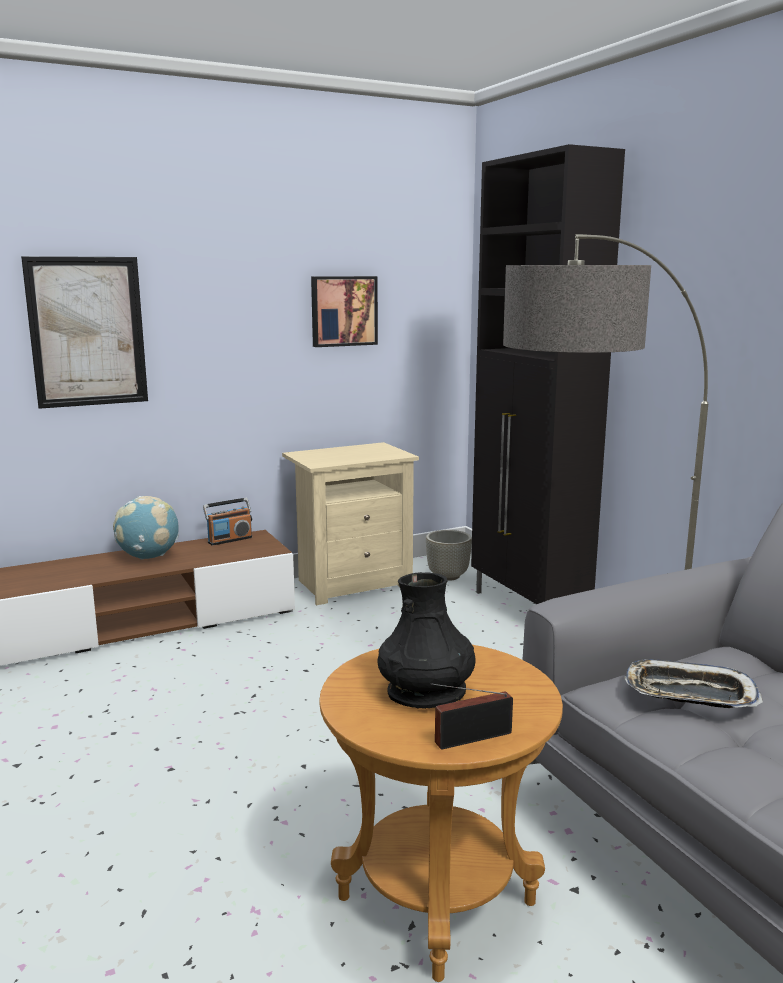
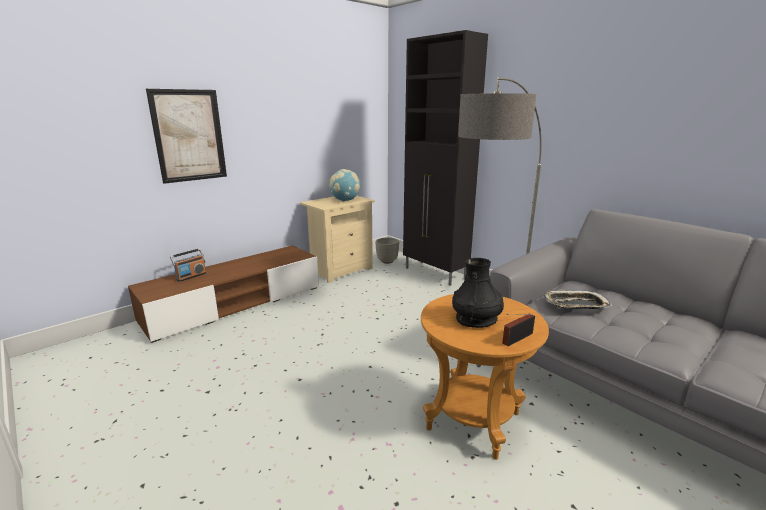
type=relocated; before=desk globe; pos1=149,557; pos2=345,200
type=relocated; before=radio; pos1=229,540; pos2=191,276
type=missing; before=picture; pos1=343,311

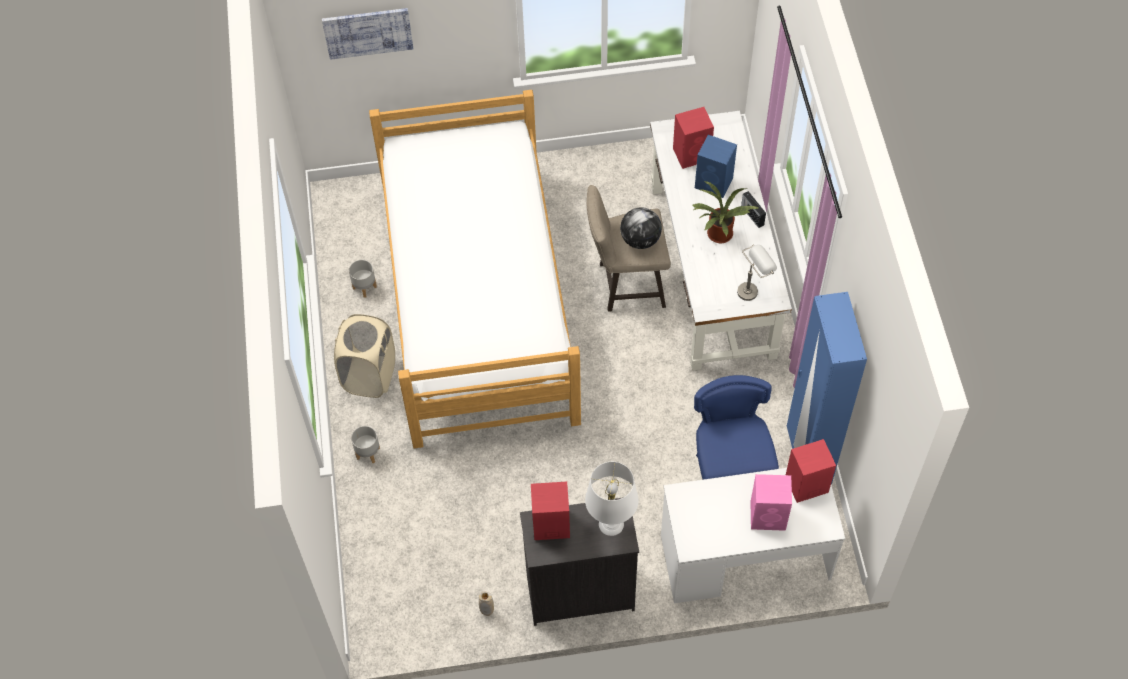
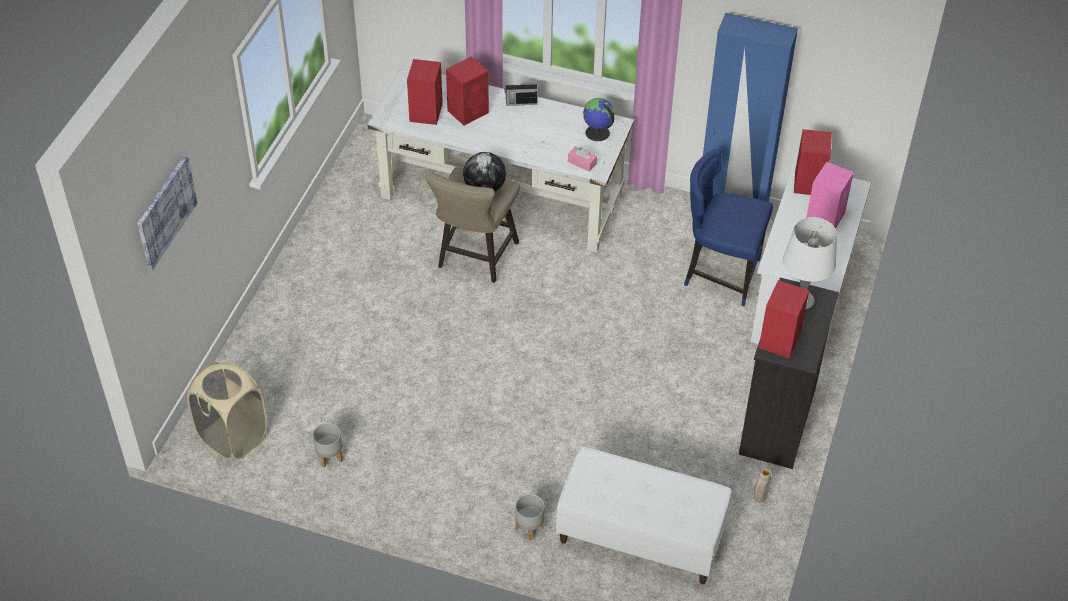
type=relocated; before=beige laundry basket; pos1=369,376; pos2=233,436
type=missing; before=bedroom bed; pos1=479,302
type=missing; before=plant in a pot; pos1=719,236
type=colour; before=bluish audio speaker; after=red-coloured audio speaker; pos1=714,183; pos2=469,111
type=exchanged; before=greyish lamp for a table; after=desk globe; pos1=753,288; pos2=597,133
type=appeared; after=white bench; pos2=639,537
type=appeared; after=pink box of tissues; pos2=582,163

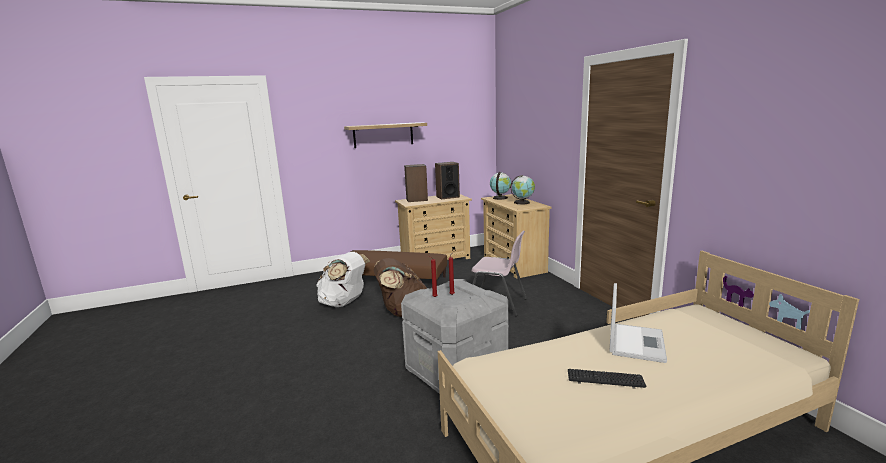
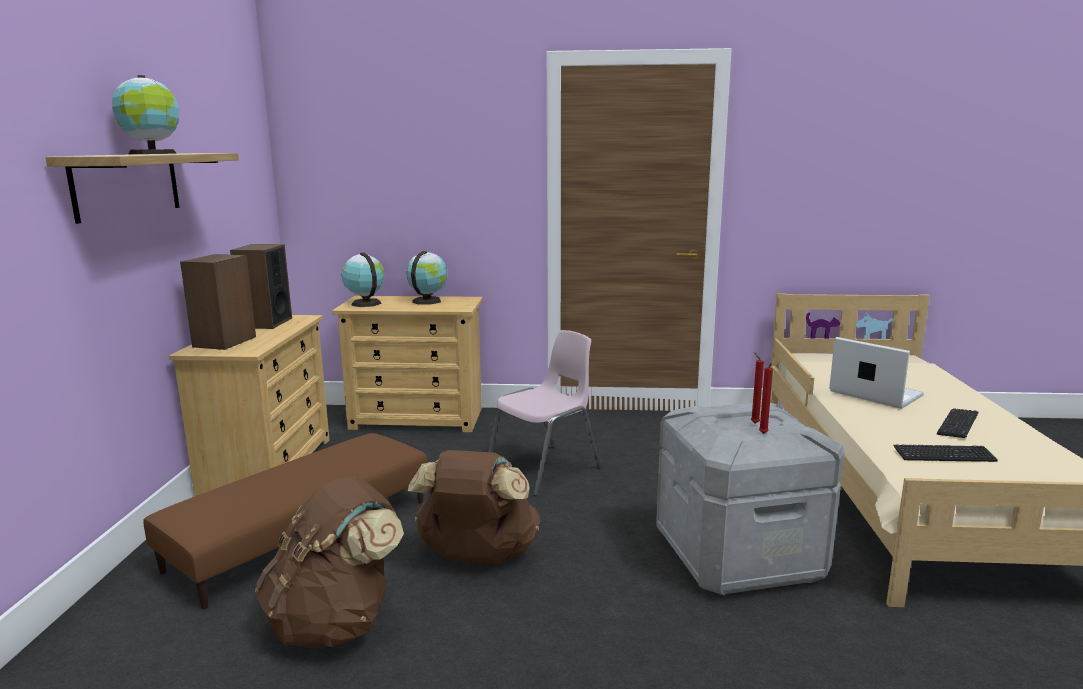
type=colour; before=white knapsack; after=brownish knapsack; pos1=344,303; pos2=336,623
type=appeared; after=desk globe; pos2=153,153
type=appeared; after=keyboard; pos2=944,455

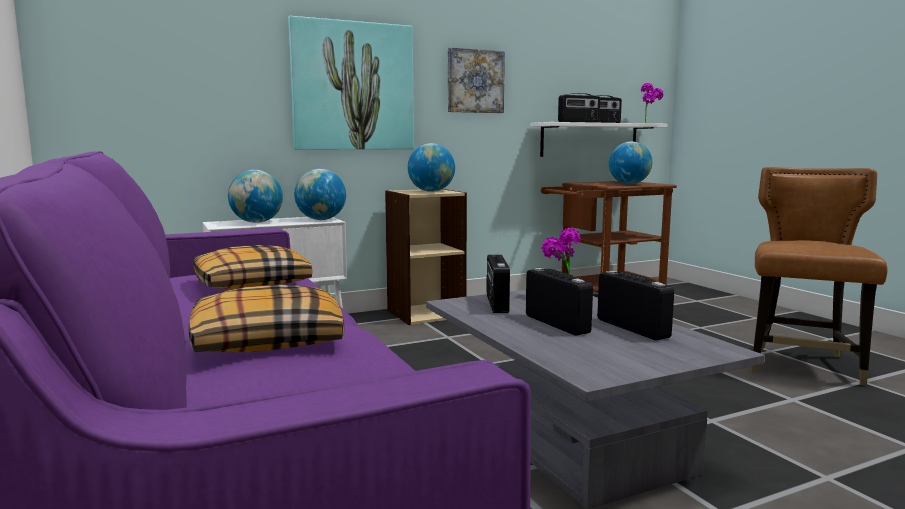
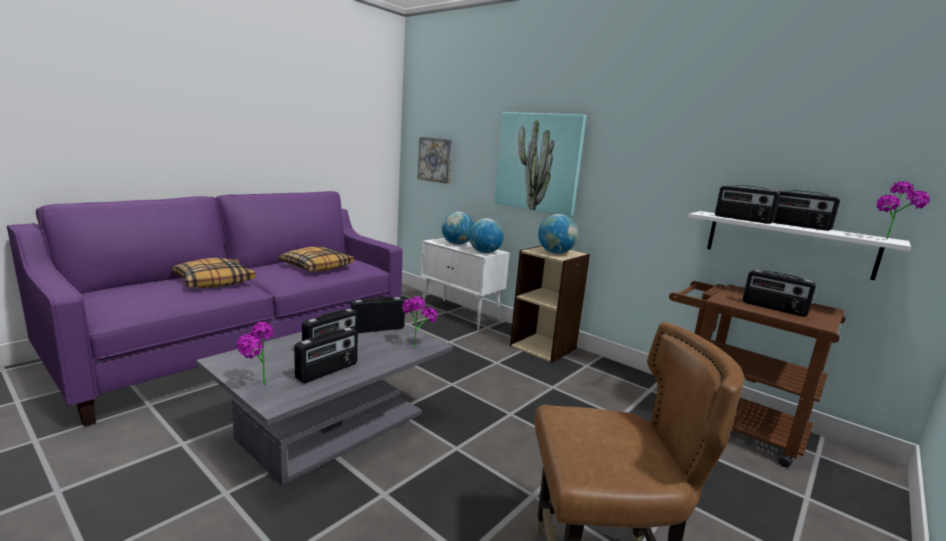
type=relocated; before=picture; pos1=475,81; pos2=435,160
type=exchanged; before=desk globe; after=radio; pos1=629,184; pos2=773,308
type=appeared; after=plant in a pot; pos2=255,387

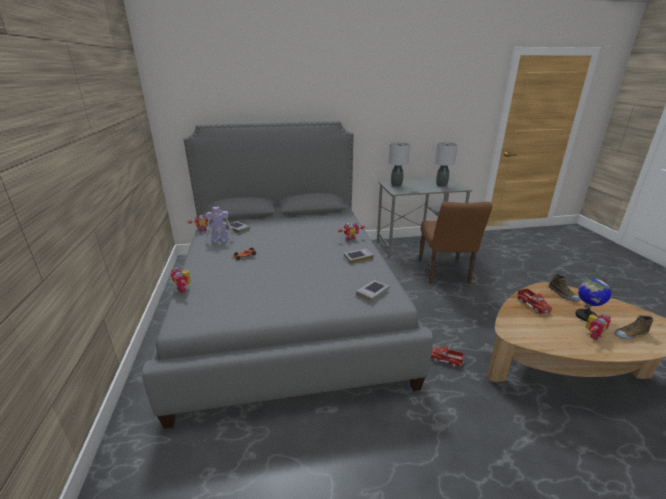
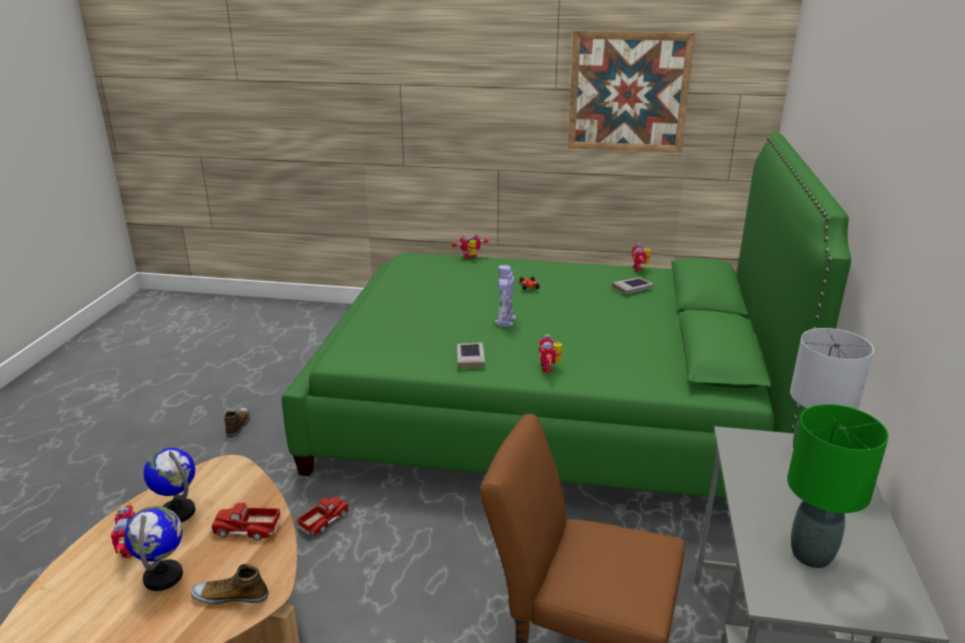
type=colour; before=greyish bedroom bed; after=green-coloured bedroom bed; pos1=286,305; pos2=547,407
type=relocated; before=model robot; pos1=220,240; pos2=505,321
type=missing; before=book; pos1=372,293
type=colour; before=greyish lamp for a table; after=green-coloured lamp for a table; pos1=441,185; pos2=812,555
type=relocated; before=item of footwear; pos1=630,334; pos2=239,425
type=appeared; after=desk globe; pos2=178,512
type=appeared; after=picture; pos2=628,92

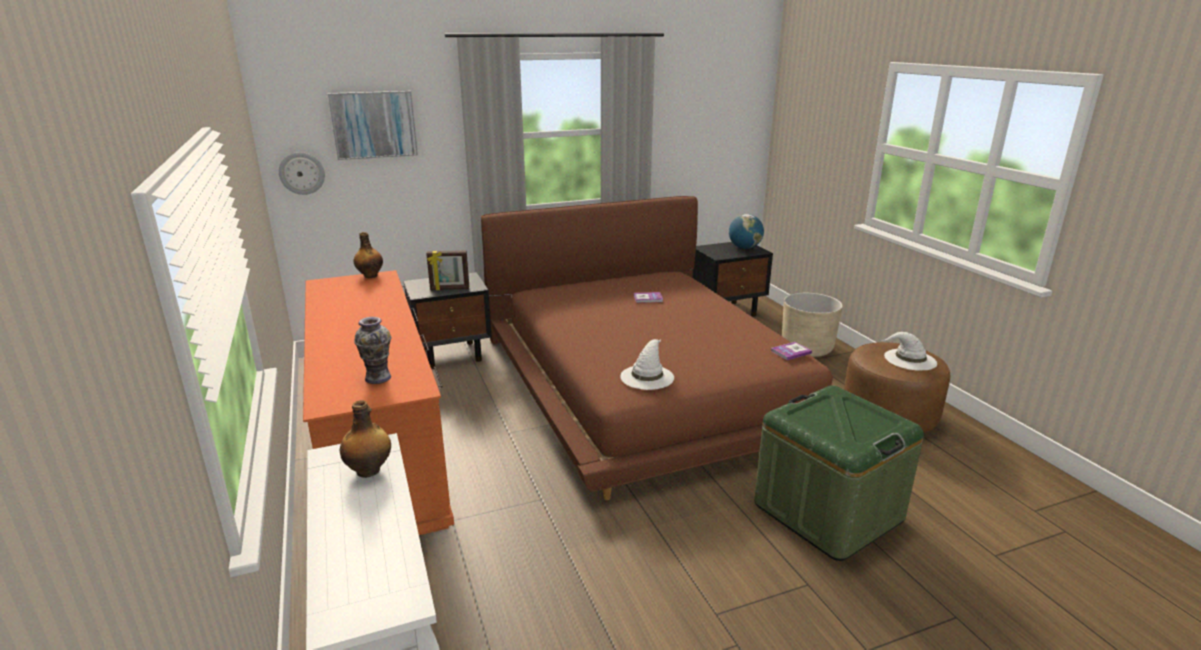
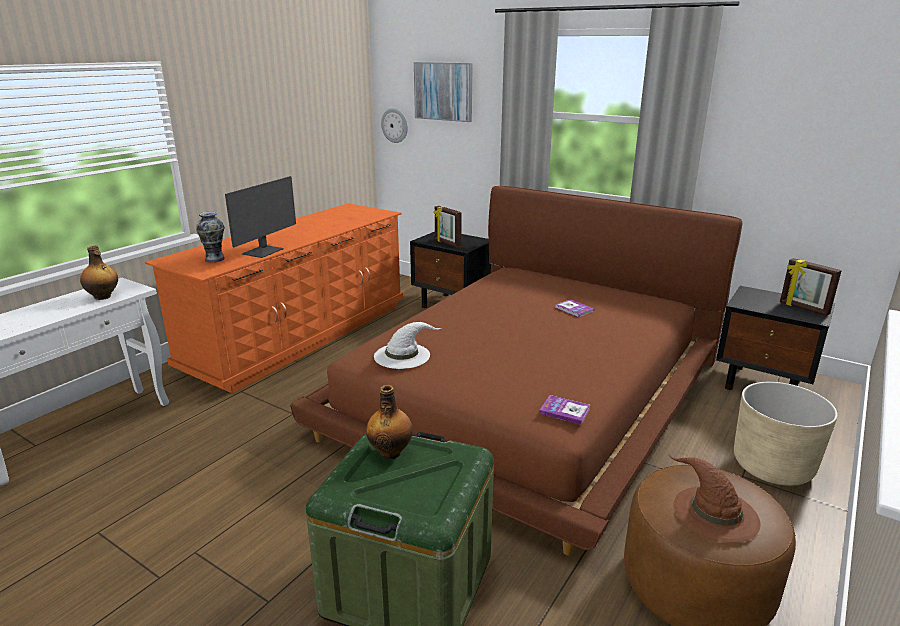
type=relocated; before=beverage bottle; pos1=370,276; pos2=391,452
type=exchanged; before=desk globe; after=standing frame; pos1=744,248; pos2=803,308
type=colour; before=white wearable hat; after=brownish wearable hat; pos1=909,359; pos2=714,513
type=appeared; after=computer screen; pos2=264,251

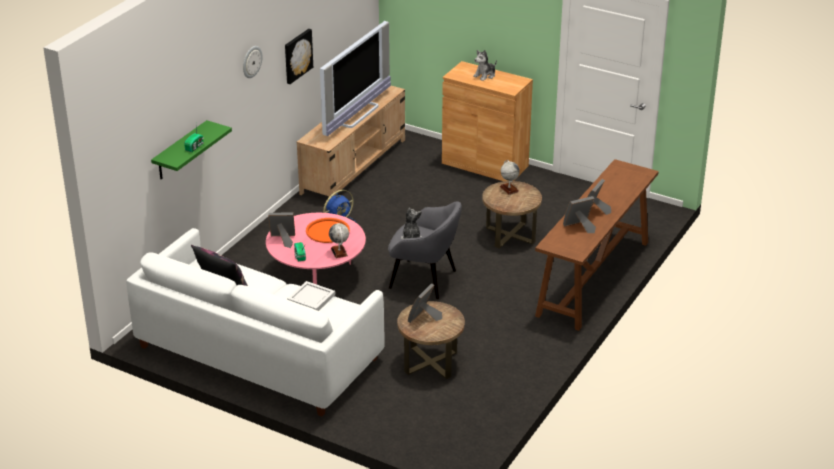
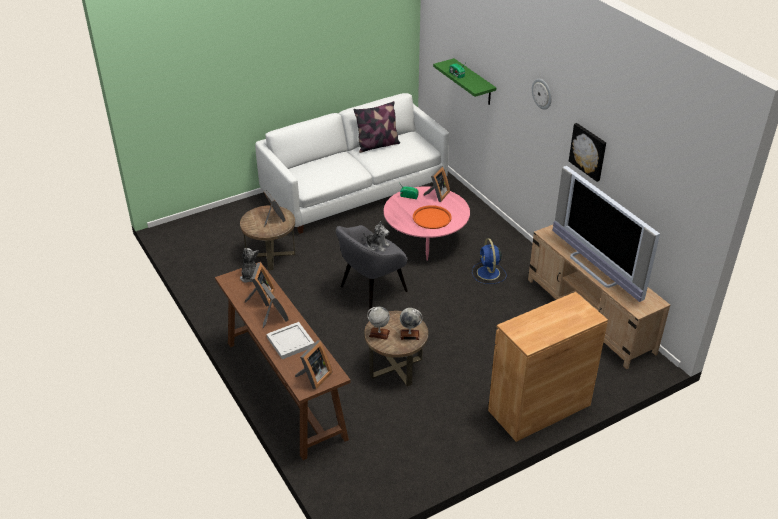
type=relocated; before=white carrying tray; pos1=311,298; pos2=291,342
type=relocated; before=desk globe; pos1=339,252; pos2=379,333
type=relocated; before=plush toy; pos1=485,75; pos2=250,276
type=appeared; after=standing frame; pos2=314,377

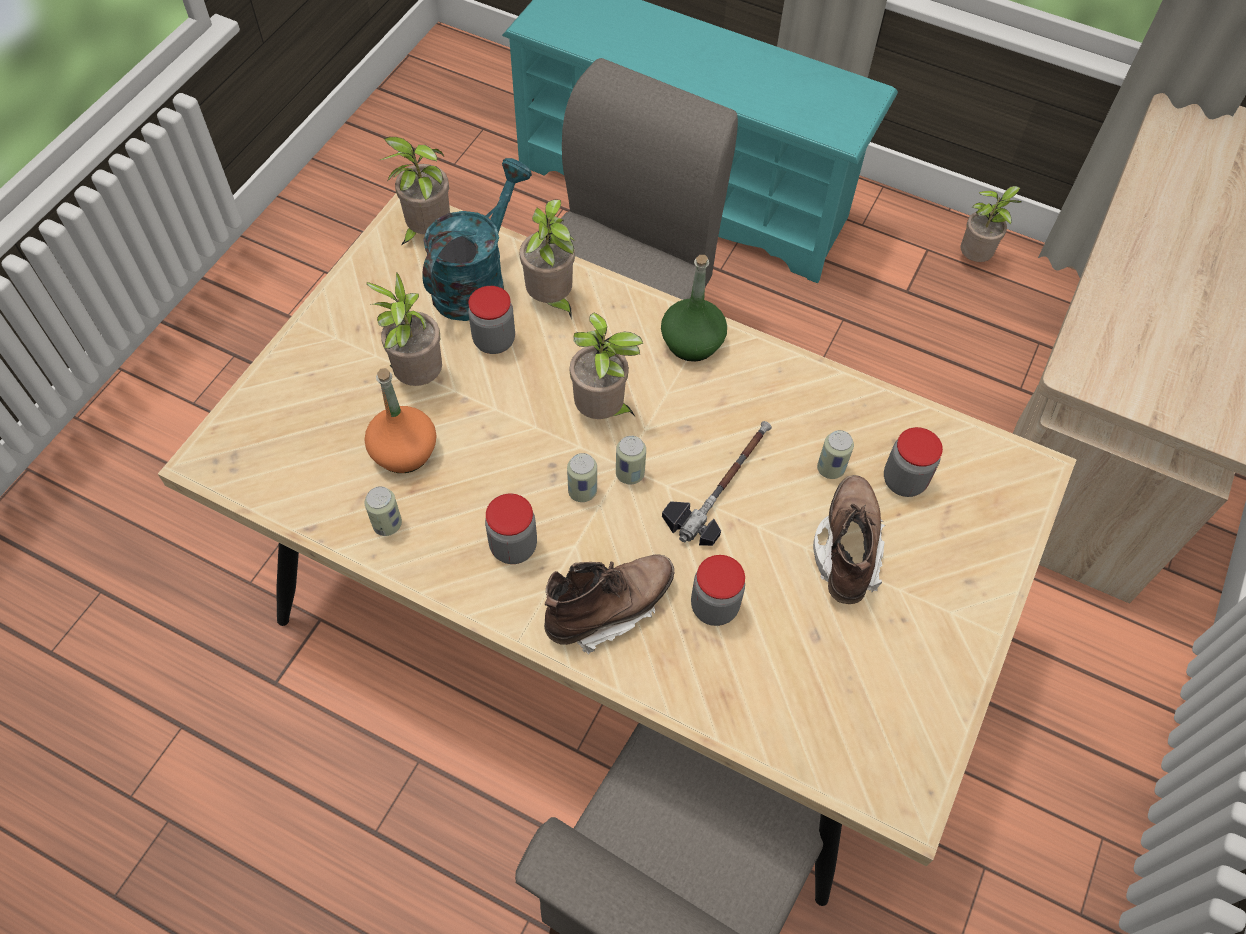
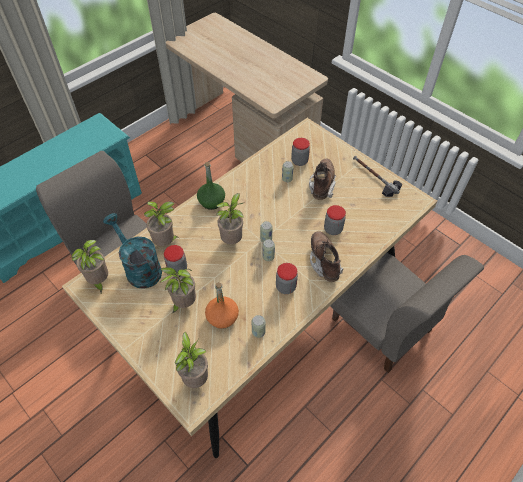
type=relocated; before=tool hammer; pos1=723,483; pos2=374,177
type=spun; before=brownish high-top boot; pos1=847,550; pos2=322,185; turn=75
type=relocated; before=plant in a pot; pos1=975,258; pos2=196,377

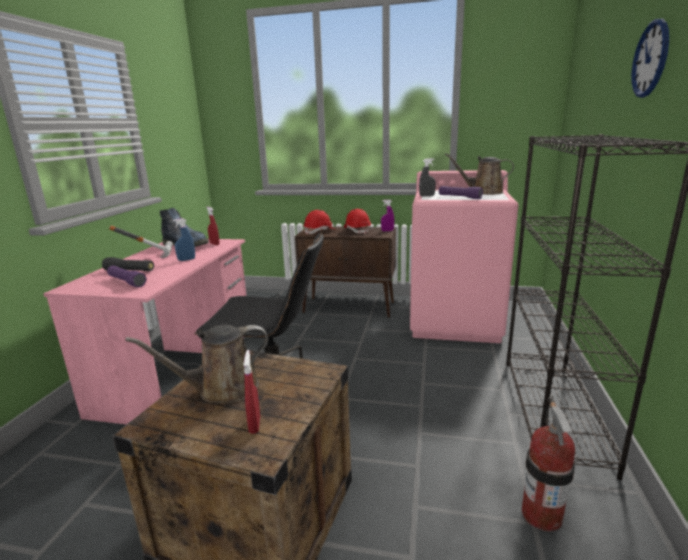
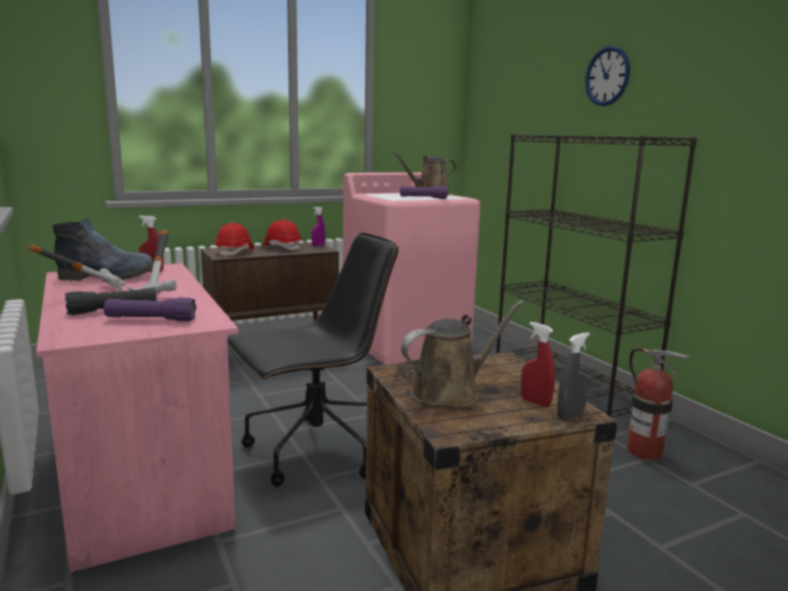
type=spun; before=brownish sprinkling can; pos1=222,389; pos2=450,392; turn=-150
type=exchanged; before=bluish spray bottle; after=tool hammer; pos1=186,260; pos2=165,289
type=relocated; before=greyish spray bottle; pos1=427,196; pos2=570,415

